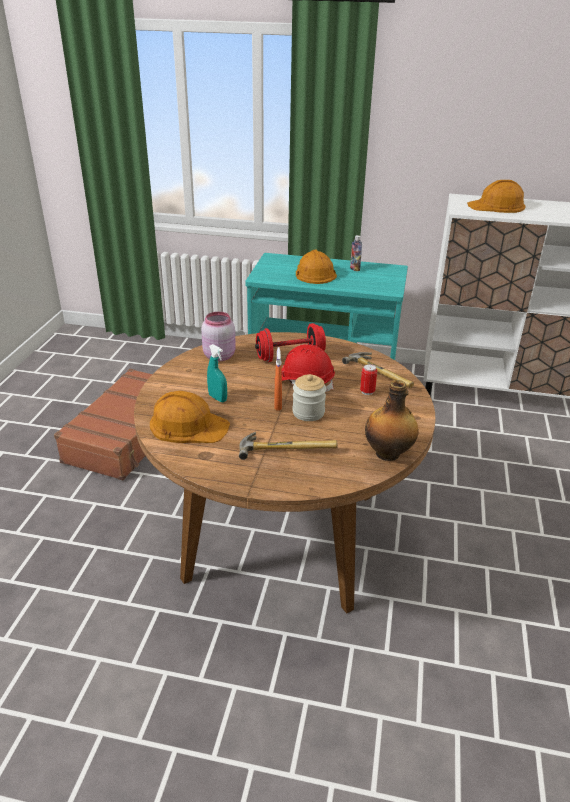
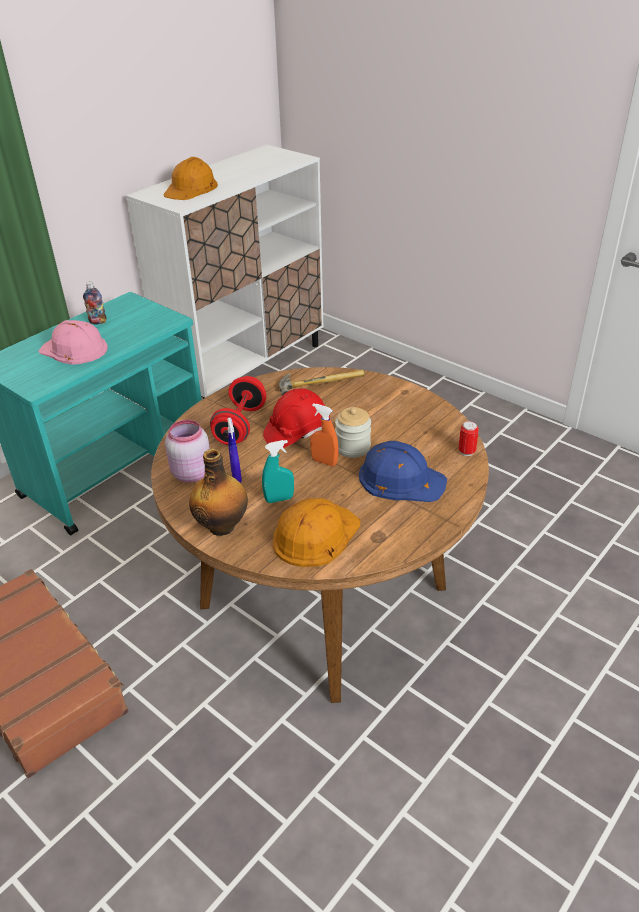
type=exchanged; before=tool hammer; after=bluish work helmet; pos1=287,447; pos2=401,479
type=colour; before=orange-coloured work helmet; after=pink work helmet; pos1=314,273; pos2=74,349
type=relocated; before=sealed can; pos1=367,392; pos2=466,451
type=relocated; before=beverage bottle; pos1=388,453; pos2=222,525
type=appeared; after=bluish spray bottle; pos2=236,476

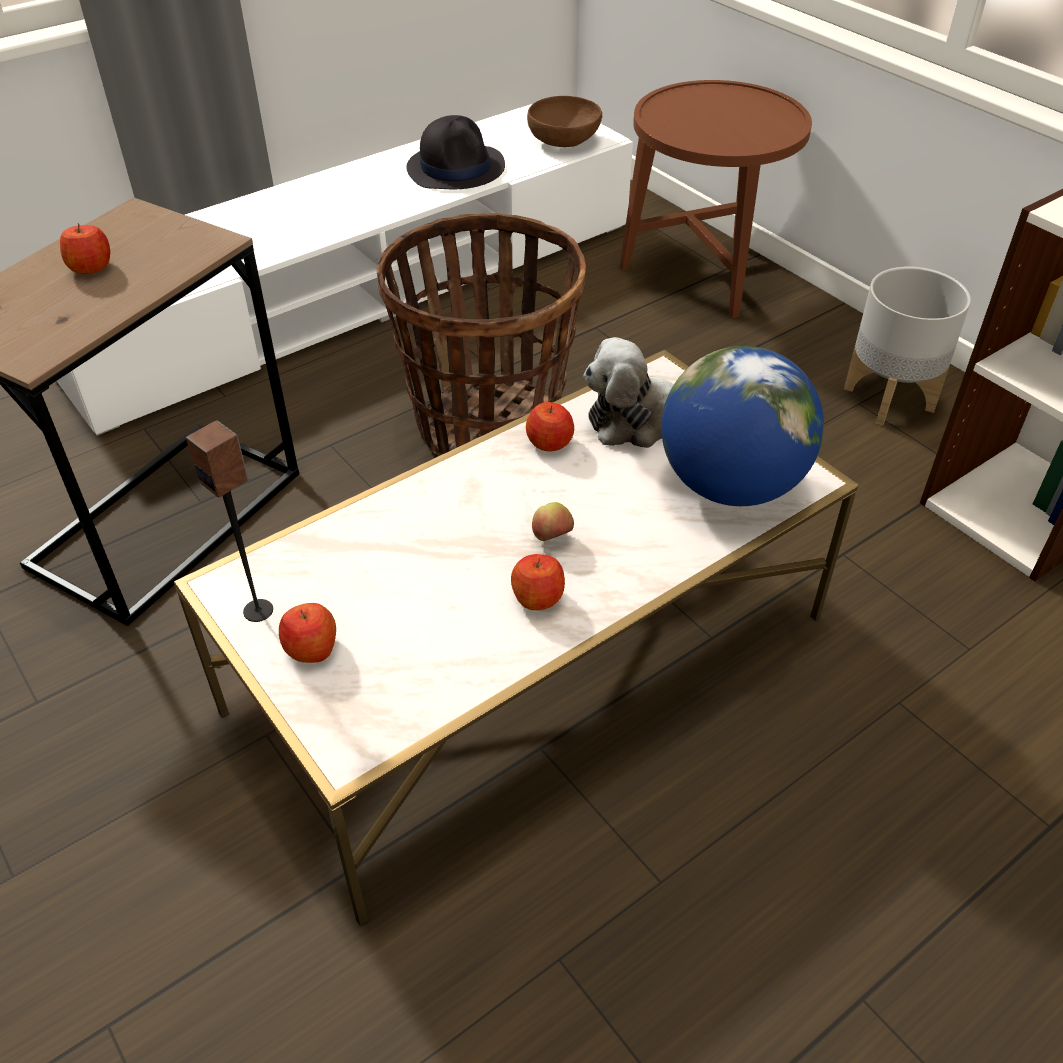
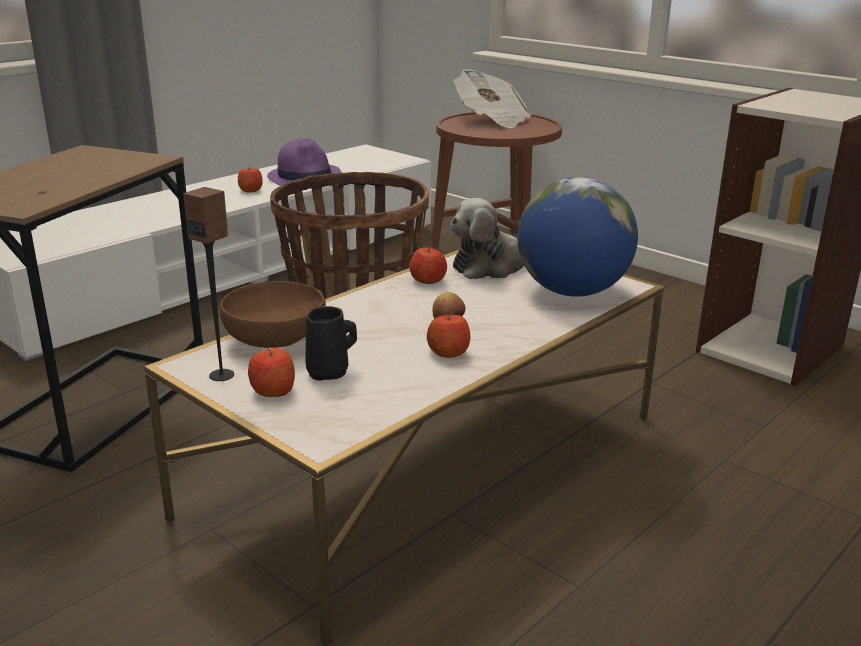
type=relocated; before=apple fruit; pos1=91,267; pos2=250,190
type=colour; before=blackish wearable hat; after=purplish wearable hat; pos1=456,168; pos2=305,176
type=relocated; before=brownish serving bowl; pos1=564,141; pos2=276,339
type=missing; before=greyish flower pot; pos1=889,398
type=appeared; after=blackish coffee mug; pos2=330,372
type=appeared; after=daily paper; pos2=491,120

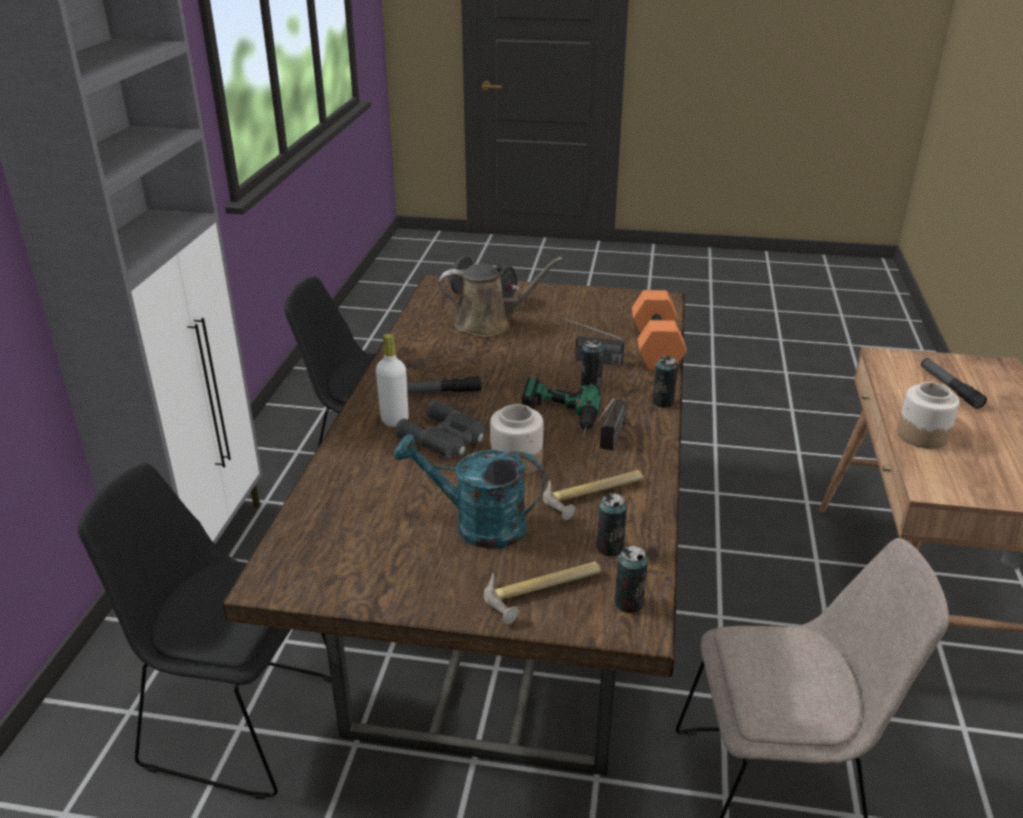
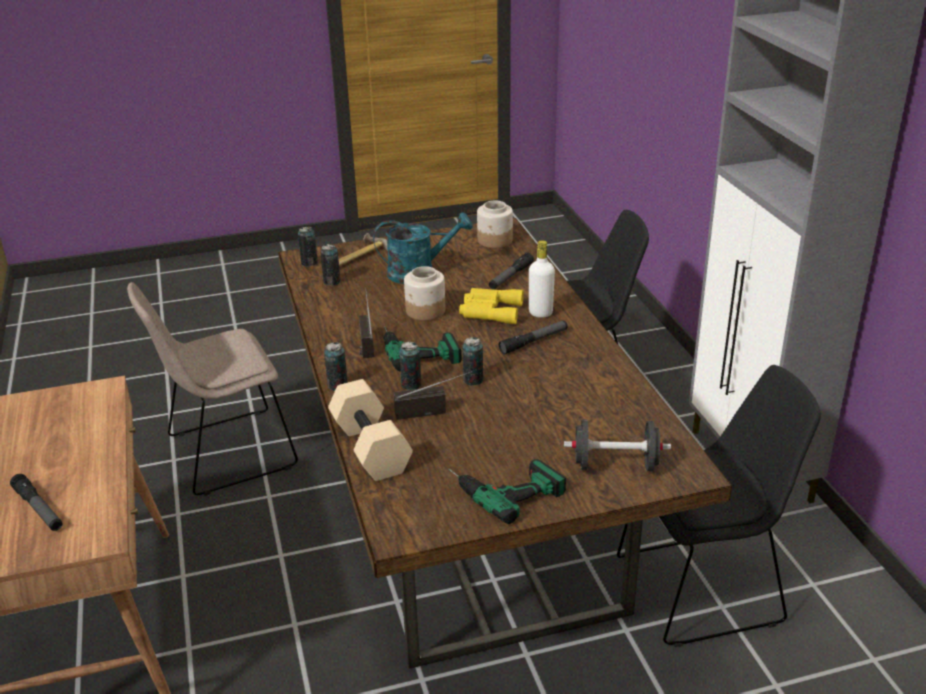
type=colour; before=greyish pair of binoculars; after=yellow pair of binoculars; pos1=445,439; pos2=489,311
type=missing; before=brownish sprinkling can; pos1=488,324
type=missing; before=tool hammer; pos1=595,496
type=colour; before=orange-coloured free weight; after=beige free weight; pos1=654,347; pos2=372,448
type=relocated; before=preserve jar; pos1=922,435; pos2=495,240
type=appeared; after=power drill; pos2=503,487
type=appeared; after=sealed can; pos2=473,380
type=appeared; after=flashlight; pos2=510,276

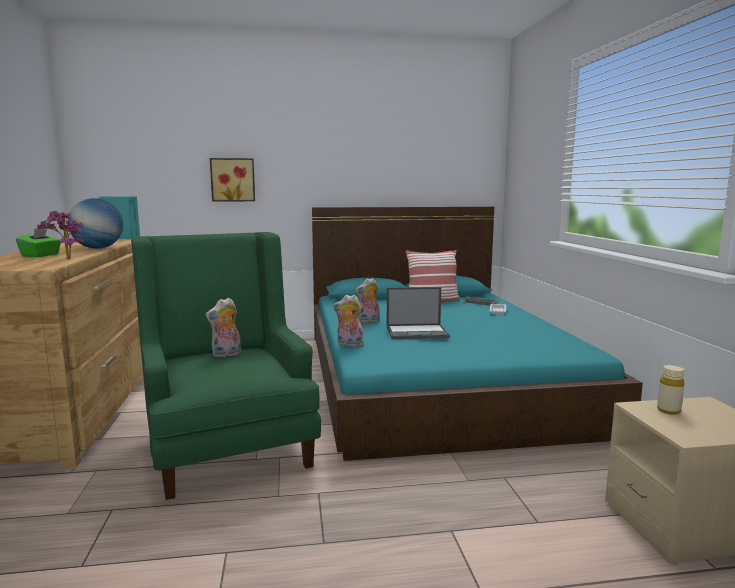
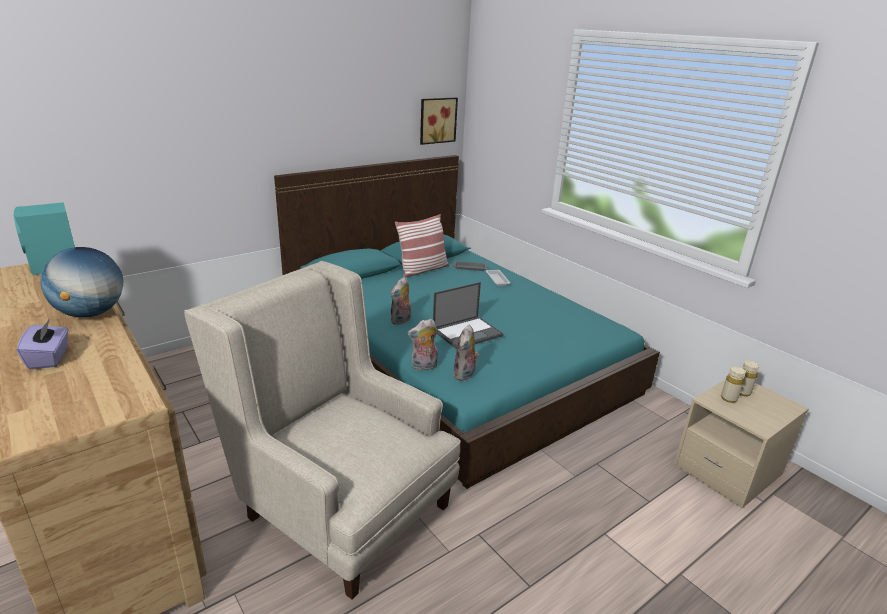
type=colour; before=green-coloured box of tissues; after=purplish box of tissues; pos1=41,255; pos2=49,358
type=missing; before=plant in a pot; pos1=65,259
type=colour; before=green-coloured easy chair; after=beige easy chair; pos1=226,442; pos2=337,503
type=relocated; before=plush toy; pos1=226,355; pos2=465,375
type=relocated; before=picture; pos1=233,180; pos2=437,120
type=appeared; after=beige beverage bottle; pos2=742,392

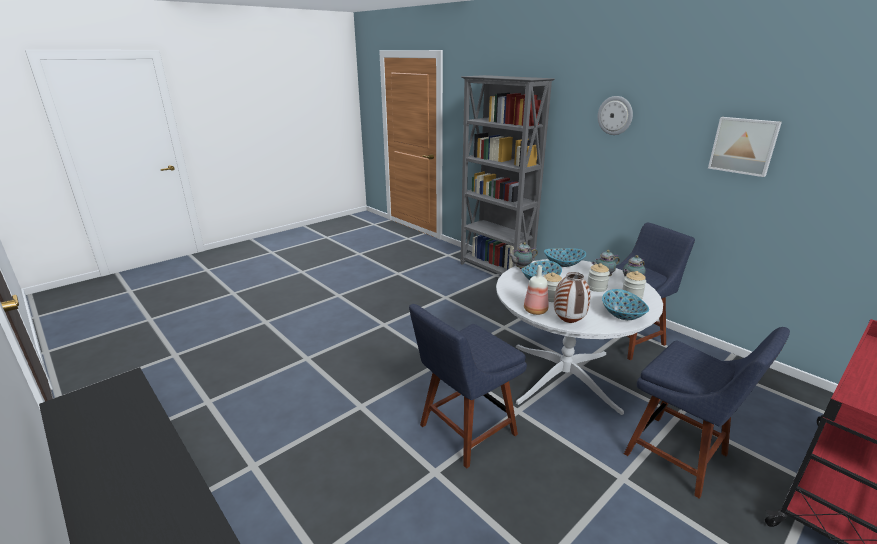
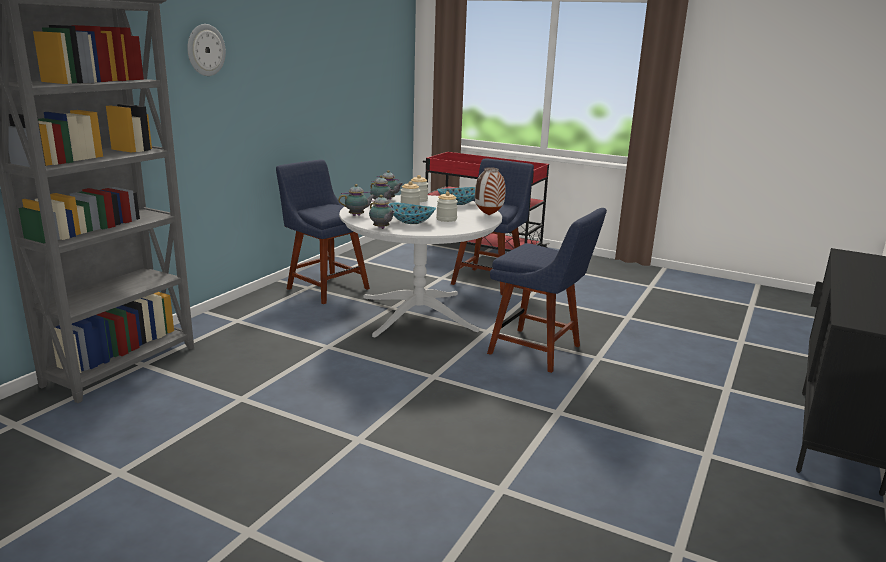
type=missing; before=beverage bottle; pos1=535,310
type=exchanged; before=serving bowl; after=teapot; pos1=563,264; pos2=357,215
type=missing; before=picture; pos1=743,146

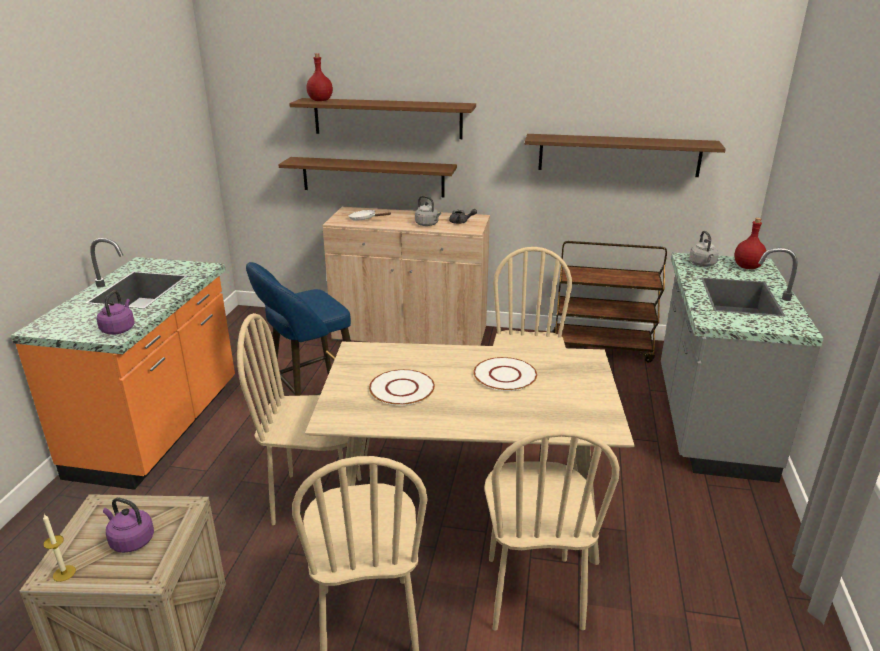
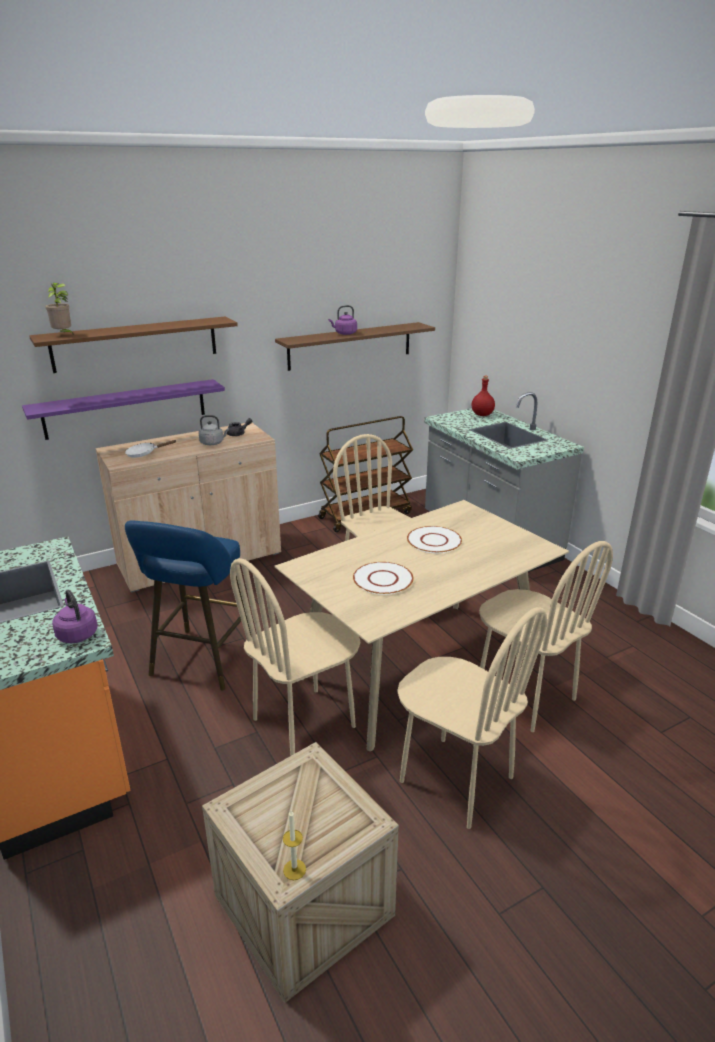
type=relocated; before=purplish kettle; pos1=130,540; pos2=344,333
type=colour; before=brownish wall shelf; after=purplish wall shelf; pos1=372,177; pos2=126,409
type=exchanged; before=red-coloured beverage bottle; after=plant in a pot; pos1=320,100; pos2=63,335
type=missing; before=greyish kettle; pos1=702,264

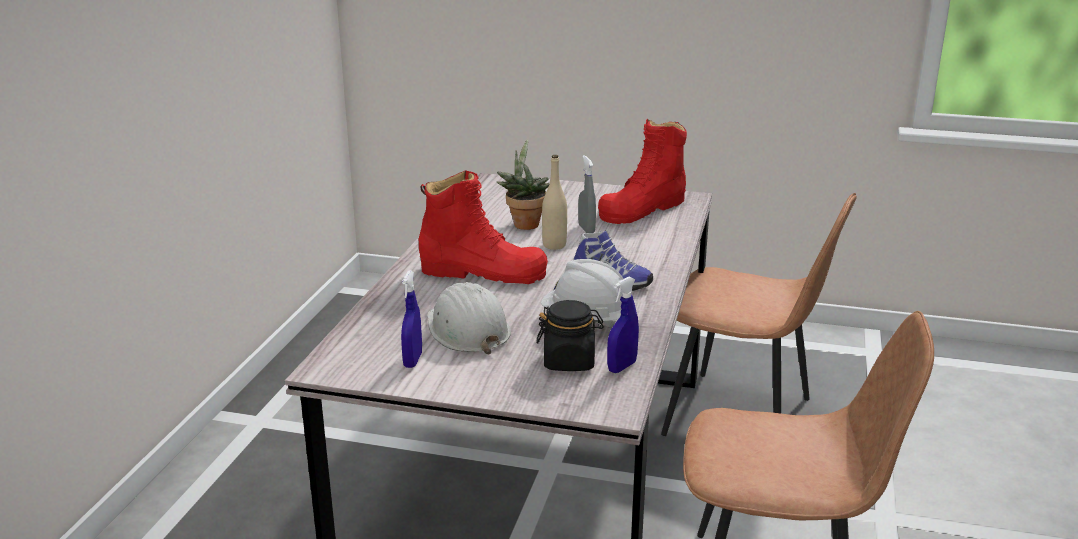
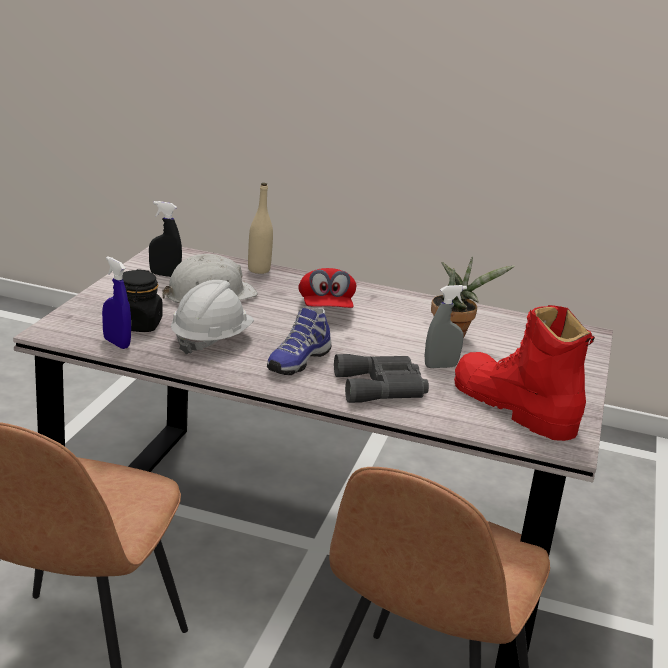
type=colour; before=bluish spray bottle; after=blackish spray bottle; pos1=413,360; pos2=164,275
type=exchanged; before=red-coloured high-top boot; after=red-coloured baseball cap; pos1=483,272; pos2=325,309
type=relocated; before=beige beverage bottle; pos1=554,245; pos2=259,270
type=appeared; after=greyish pair of binoculars; pos2=383,387

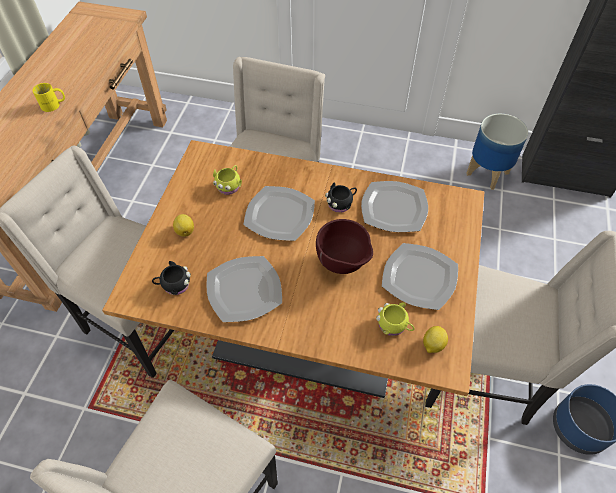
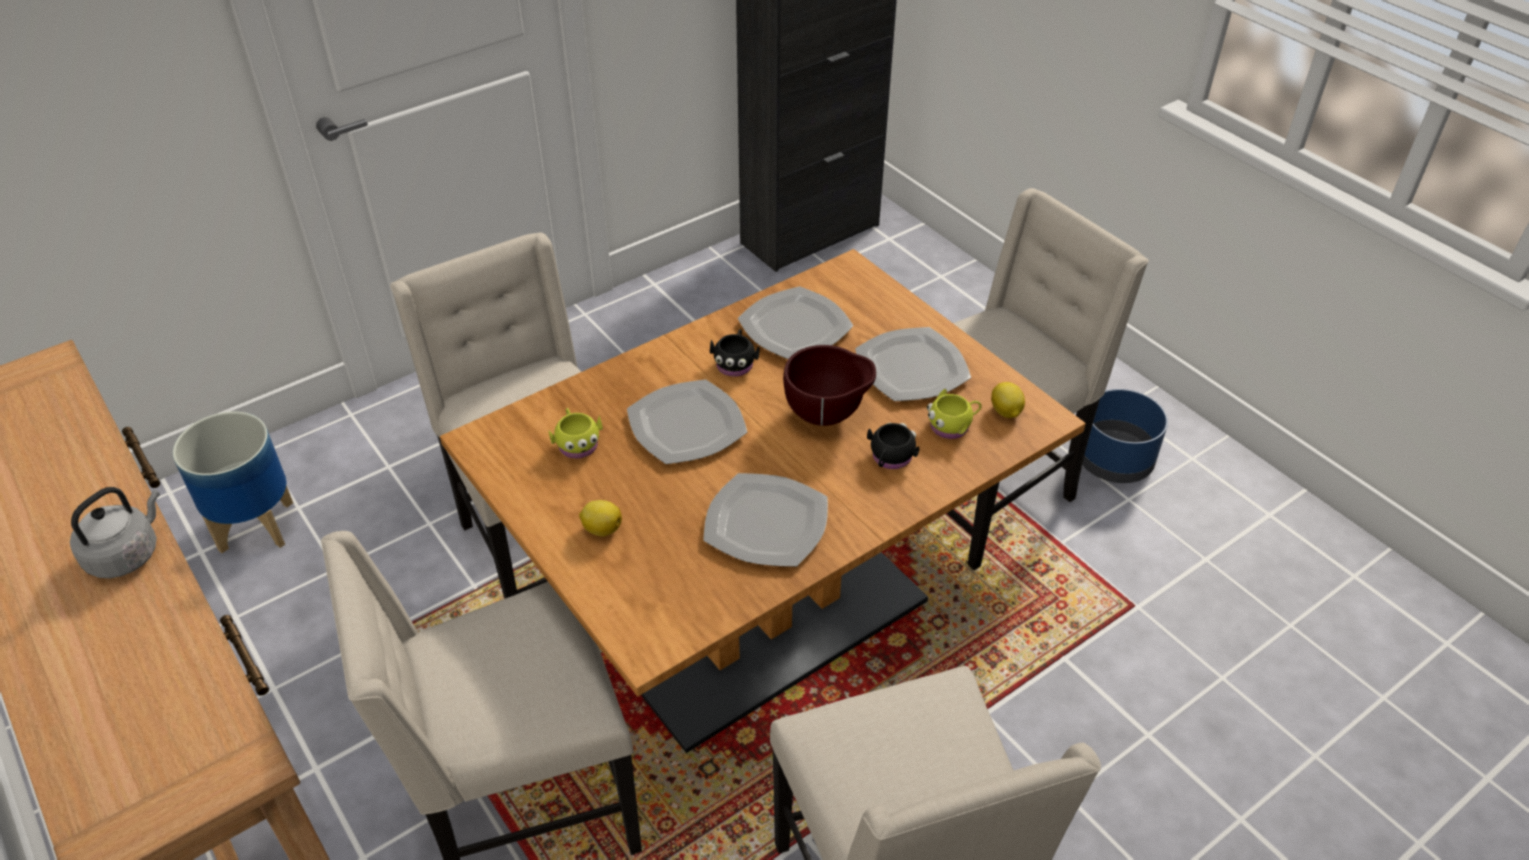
type=exchanged; before=yellow coffee mug; after=greyish kettle; pos1=54,105; pos2=127,554
type=relocated; before=blackish coffee mug; pos1=174,285; pos2=890,459
type=relocated; before=flower pot; pos1=487,174; pos2=256,527

